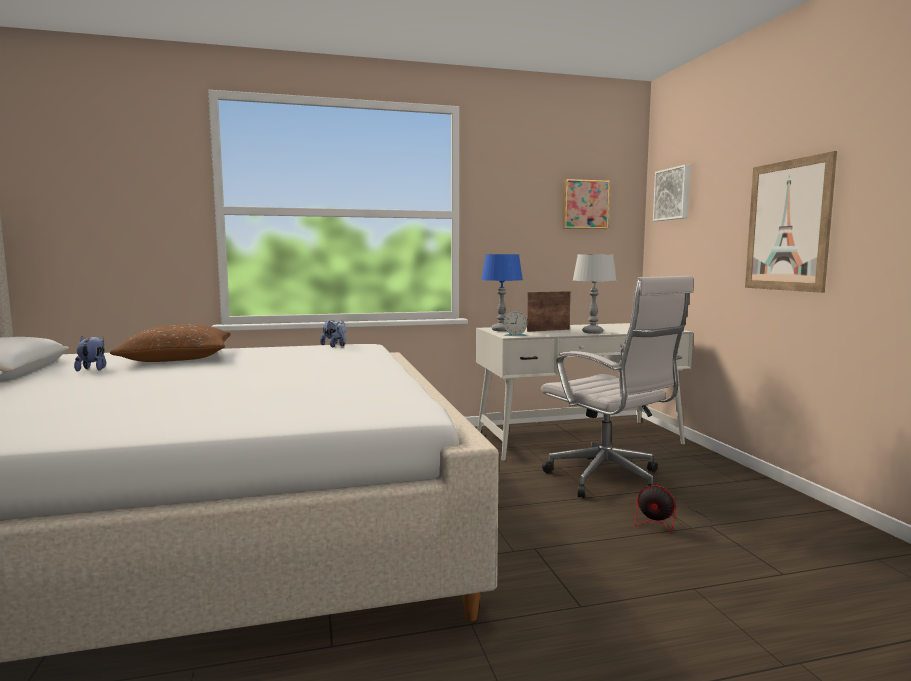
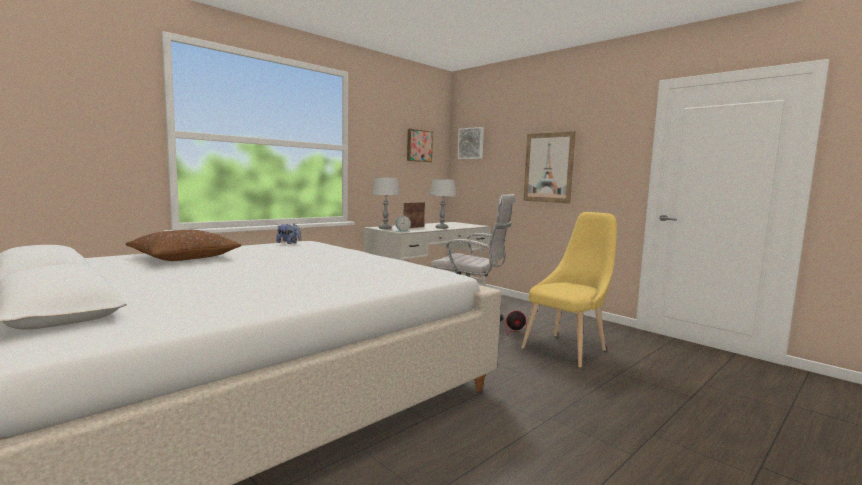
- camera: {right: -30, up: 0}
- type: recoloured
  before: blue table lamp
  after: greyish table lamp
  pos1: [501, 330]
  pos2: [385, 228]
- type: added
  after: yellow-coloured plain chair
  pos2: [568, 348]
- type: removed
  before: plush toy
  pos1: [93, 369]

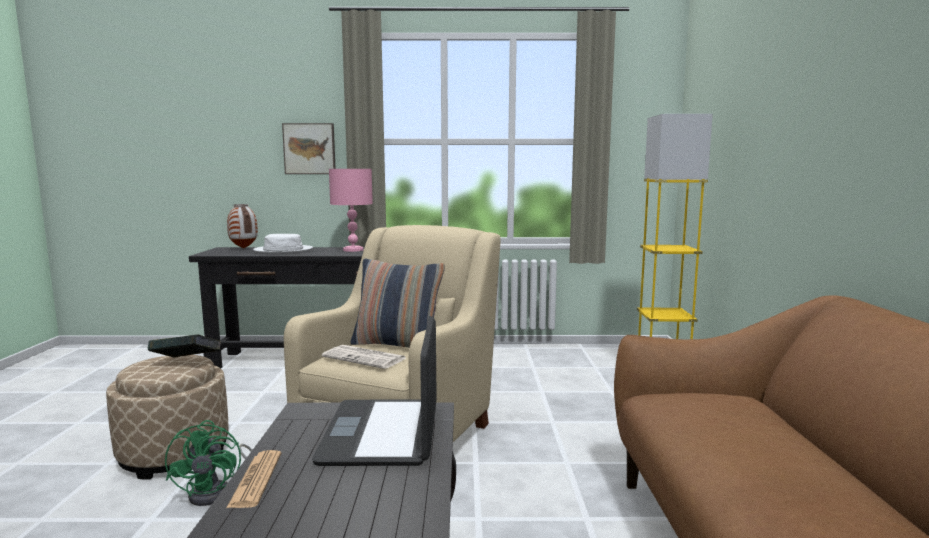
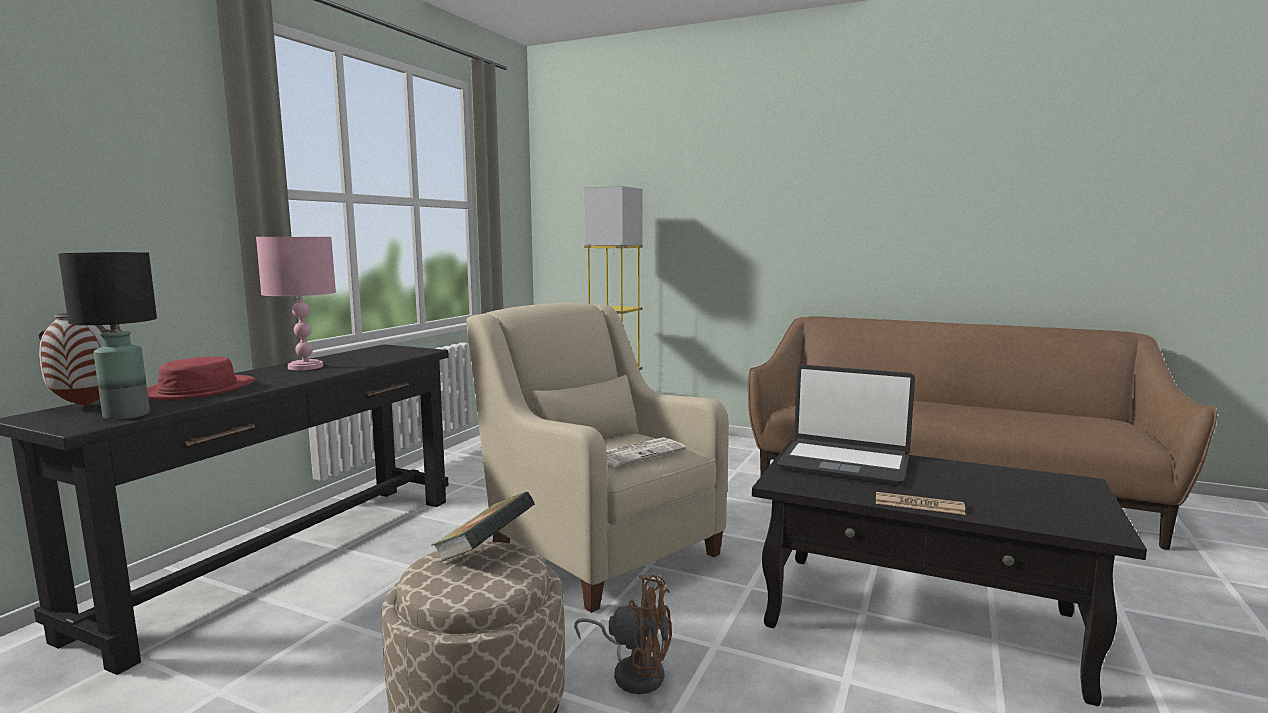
- camera: {right: -65, up: 0}
- type: added
  after: black table lamp
  pos2: [125, 415]
- type: recoloured
  before: white hat
  after: reddish hat
  pos1: [283, 250]
  pos2: [198, 390]
- type: recoloured
  before: green cooling fan
  after: brownish cooling fan
  pos1: [218, 491]
  pos2: [633, 671]
- type: removed
  before: wall art
  pos1: [310, 149]
- type: removed
  before: throw pillow
  pos1: [397, 345]

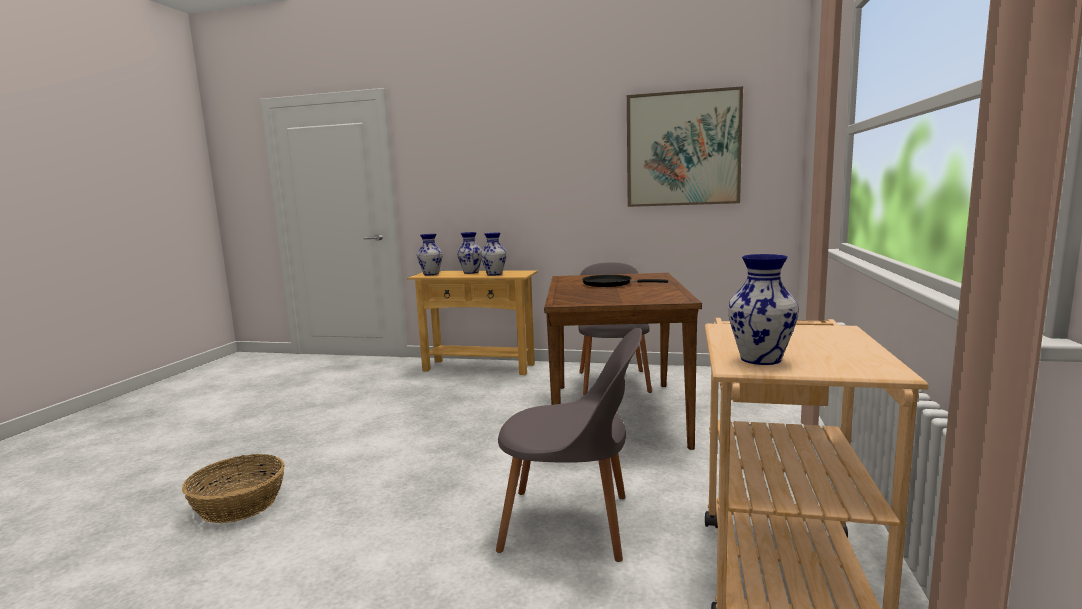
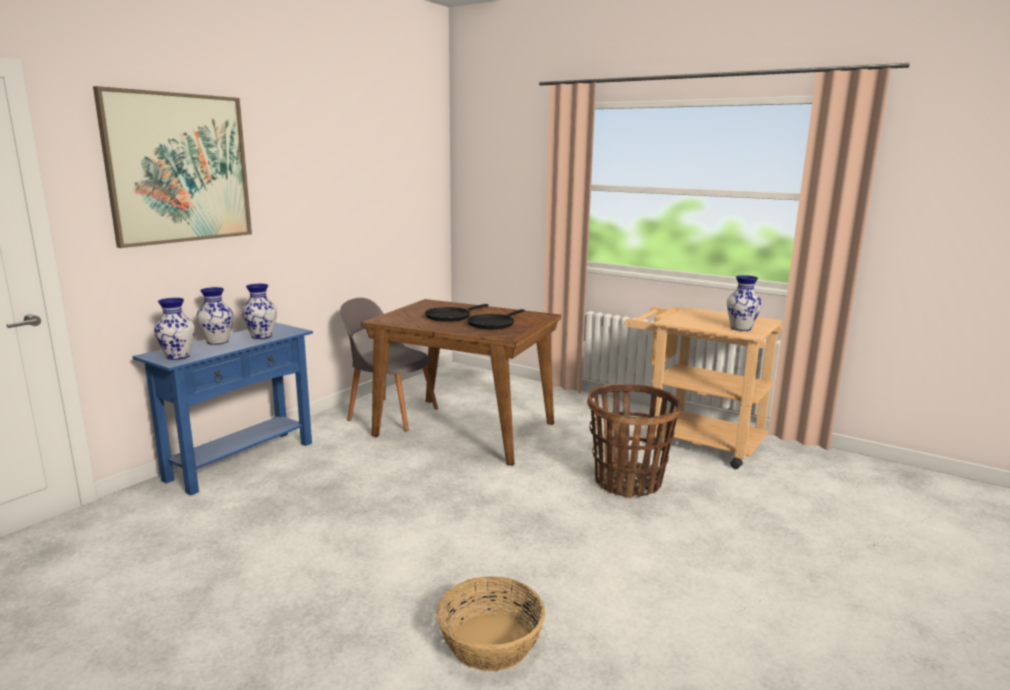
- camera: {right: -70, up: 5}
- type: moved
  before: wall art
  pos1: [683, 149]
  pos2: [179, 168]
- type: recoloured
  before: beige-coloured console table
  after: blue console table
  pos1: [479, 367]
  pos2: [241, 461]
- type: added
  after: black frying pan
  pos2: [493, 324]
- type: replaced
  before: greyish plain chair
  after: household basket
  pos1: [573, 524]
  pos2: [628, 482]

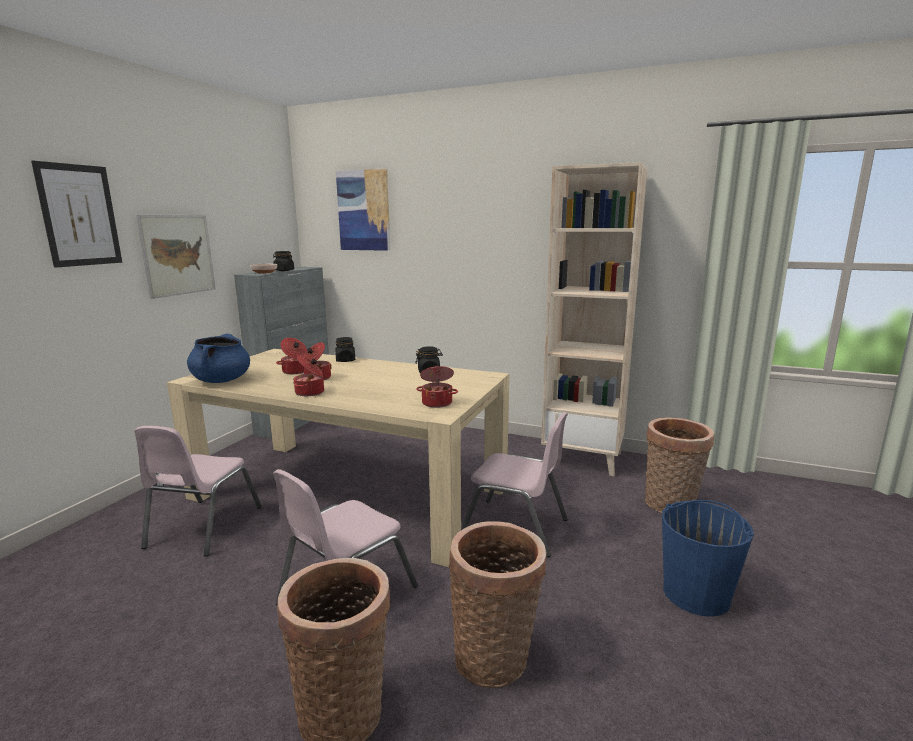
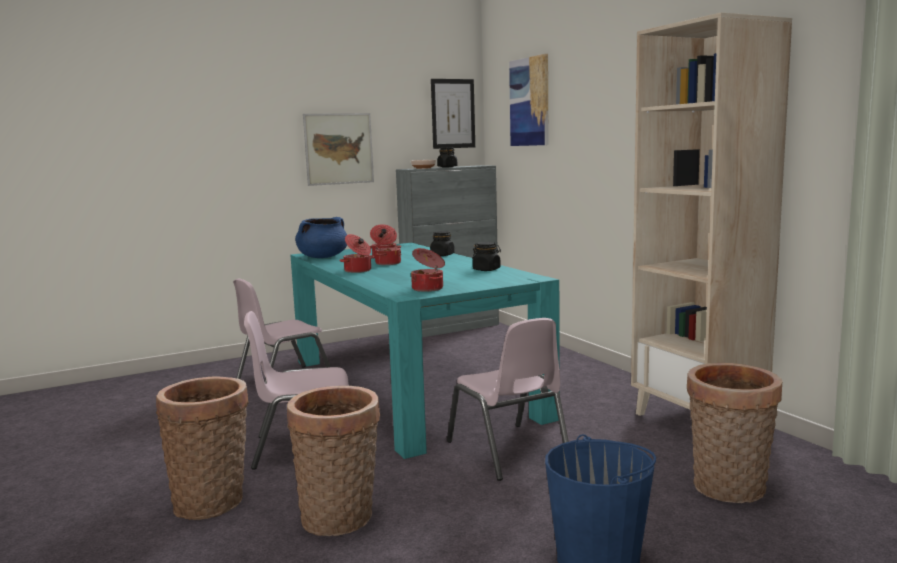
- camera: {right: 40, up: -5}
- type: recoloured
  before: beige-coloured kitchen table
  after: turquoise-coloured kitchen table
  pos1: [349, 492]
  pos2: [411, 387]
- type: moved
  before: wall art
  pos1: [79, 215]
  pos2: [453, 113]

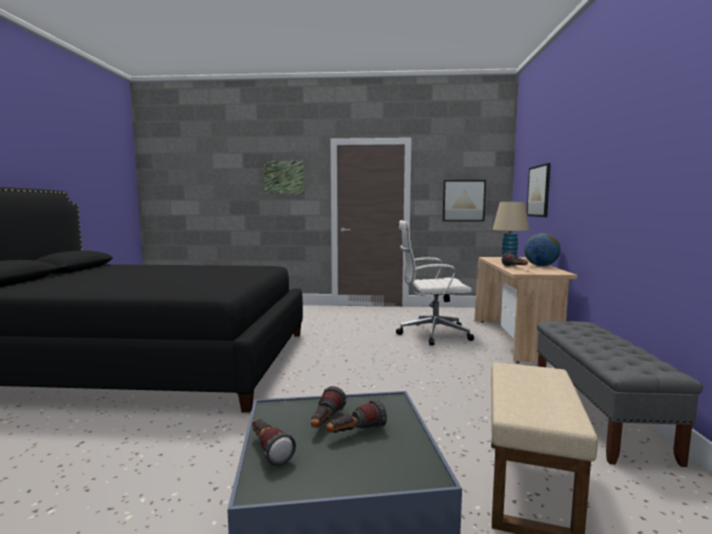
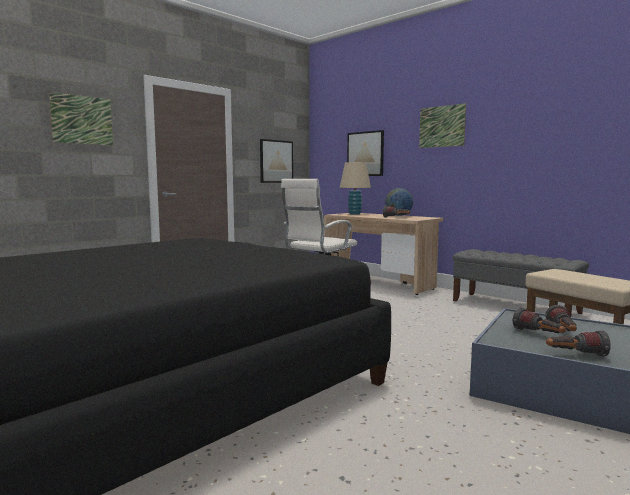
- camera: {right: -50, up: 0}
- type: added
  after: wall art
  pos2: [442, 126]

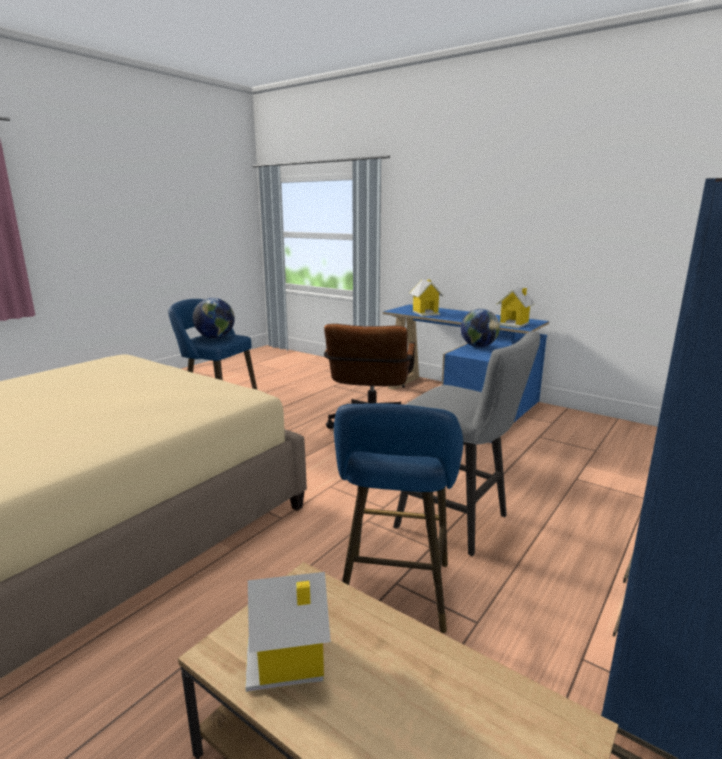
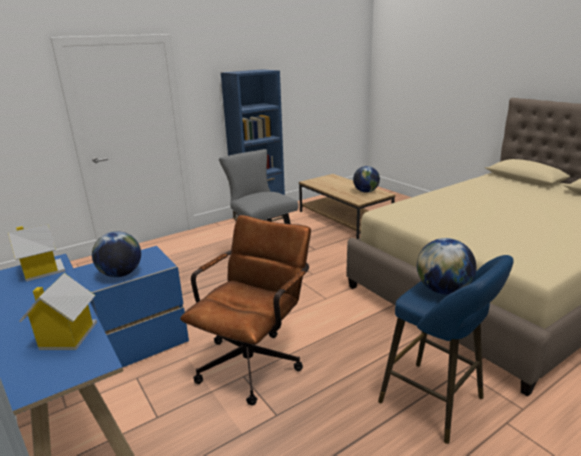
- camera: {right: -160, up: 5}
- type: replaced
  before: model house
  after: desk globe
  pos1: [289, 660]
  pos2: [365, 191]
- type: removed
  before: blue sitting stool
  pos1: [394, 595]

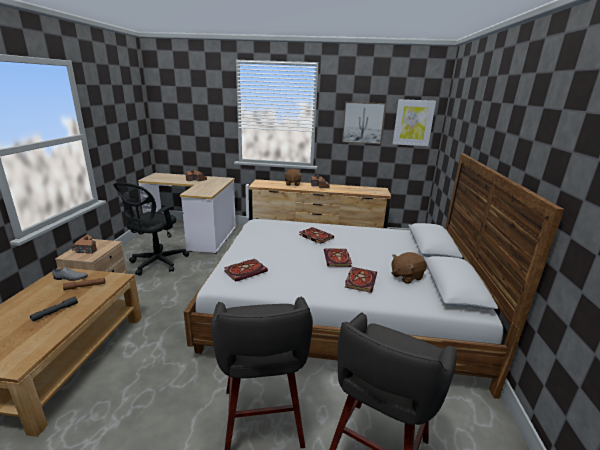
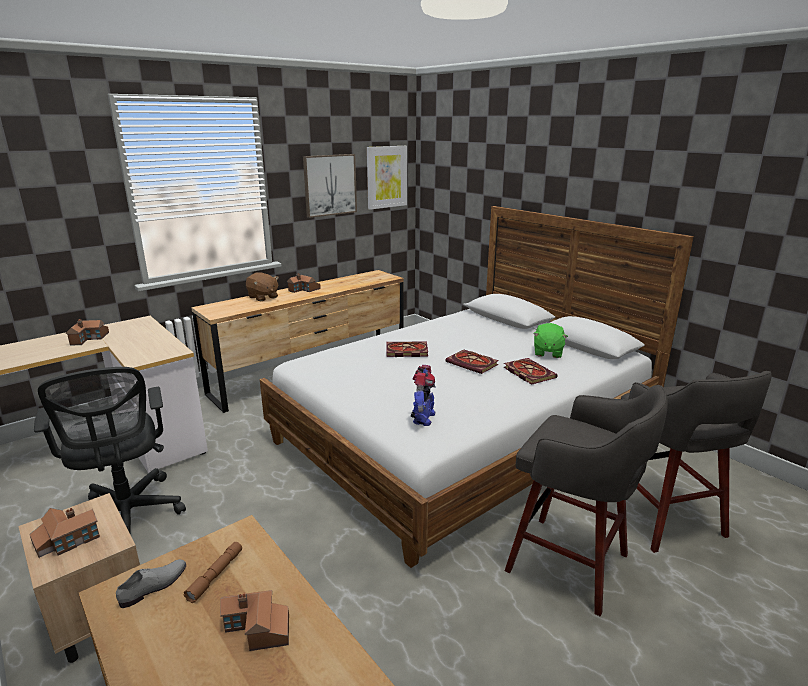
- camera: {right: -45, up: 0}
- type: replaced
  before: greyish flashlight
  after: model house
  pos1: [55, 312]
  pos2: [257, 629]
- type: replaced
  before: bound book
  after: robot figure
  pos1: [246, 271]
  pos2: [423, 418]
- type: recoloured
  before: brownish plush toy
  after: green plush toy
  pos1: [406, 276]
  pos2: [547, 352]

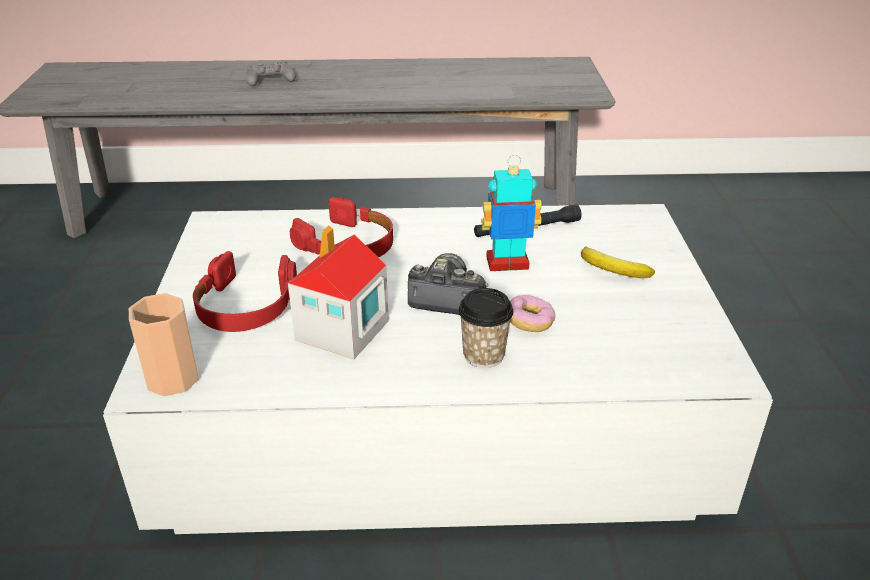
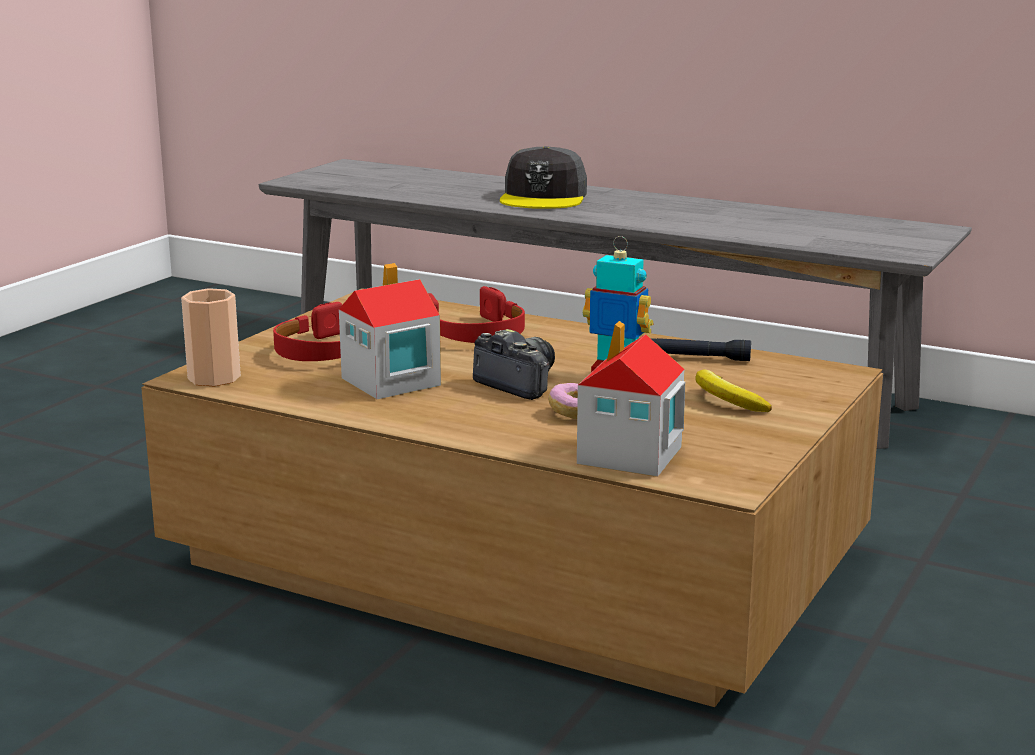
- camera: {right: 30, up: -15}
- type: recoloured
  before: white coffee table
  after: brownish coffee table
  pos1: [432, 419]
  pos2: [514, 557]
- type: replaced
  before: greyish game controller
  after: greyish cap
  pos1: [270, 80]
  pos2: [544, 197]
- type: added
  after: model house
  pos2: [629, 455]
- type: removed
  before: cup
  pos1: [483, 355]

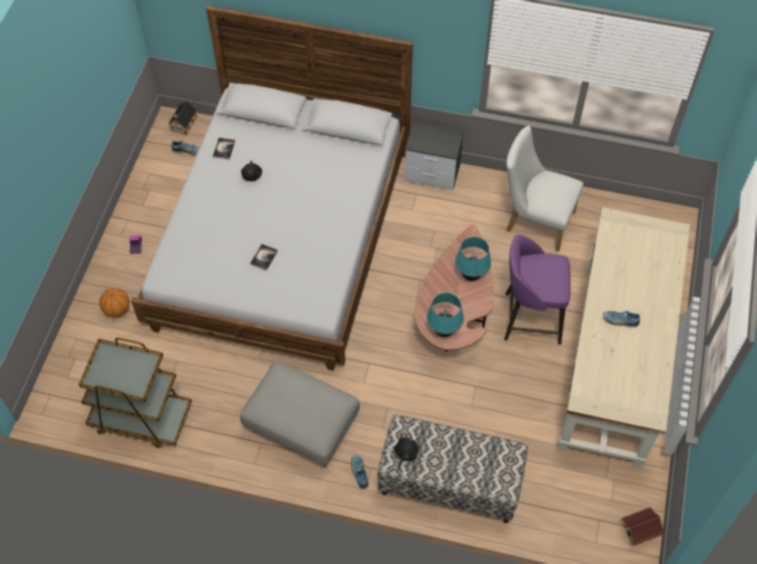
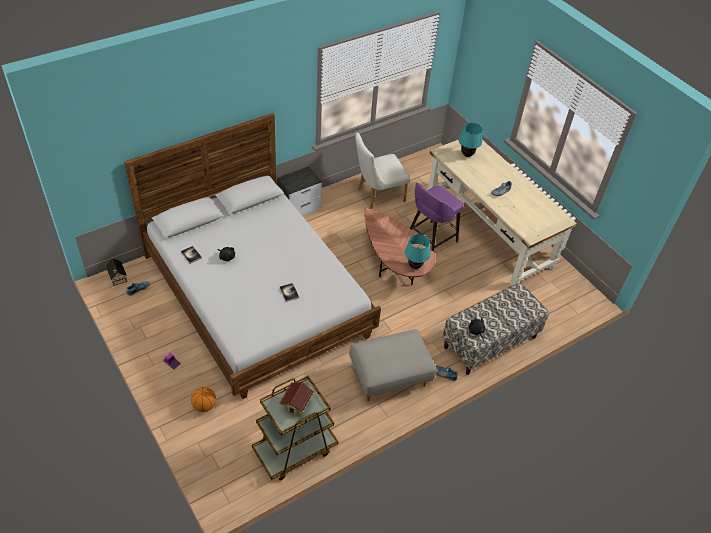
- camera: {right: -50, up: -10}
- type: moved
  before: model house
  pos1: [639, 532]
  pos2: [296, 405]
- type: moved
  before: turquoise-coloured table lamp
  pos1: [471, 276]
  pos2: [467, 155]

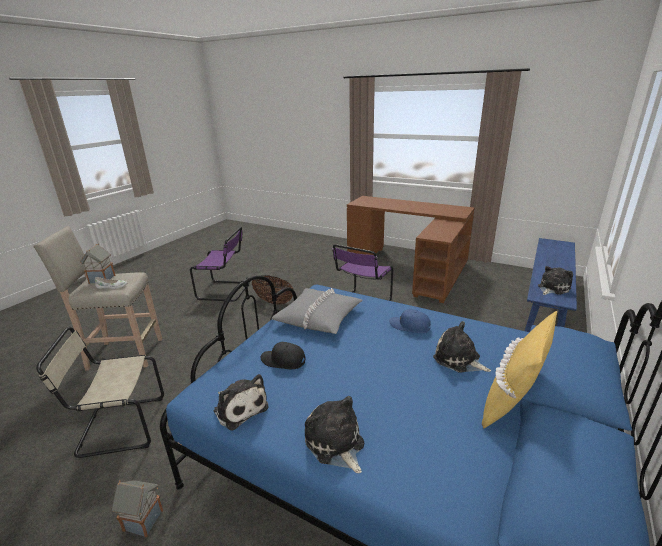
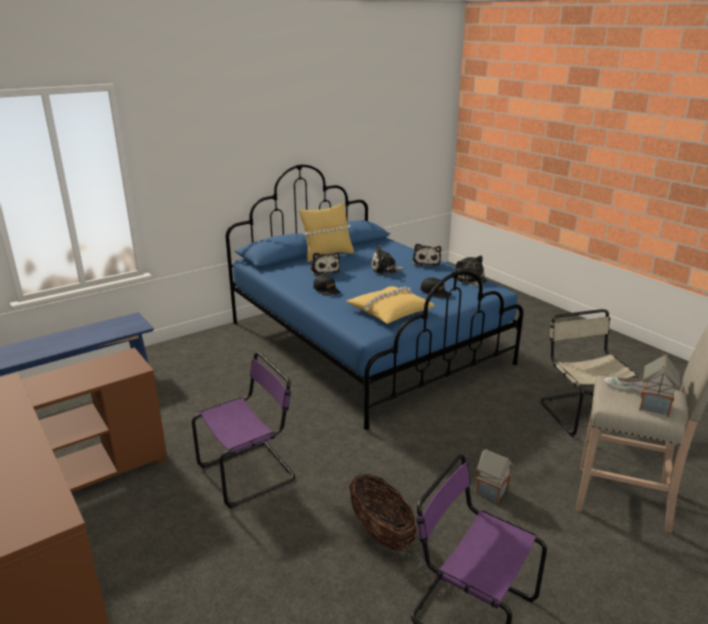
- camera: {right: -155, up: 0}
- type: recoloured
  before: blue cap
  after: black cap
  pos1: [409, 326]
  pos2: [326, 290]
- type: recoloured
  before: greyish throw pillow
  after: yellow-coloured throw pillow
  pos1: [319, 317]
  pos2: [389, 311]
- type: moved
  before: plush toy
  pos1: [552, 288]
  pos2: [385, 269]
- type: moved
  before: model house
  pos1: [144, 520]
  pos2: [491, 491]
- type: turned
  before: beige-coloured plain chair
  pos1: [119, 426]
  pos2: [580, 412]
  turn: -120

